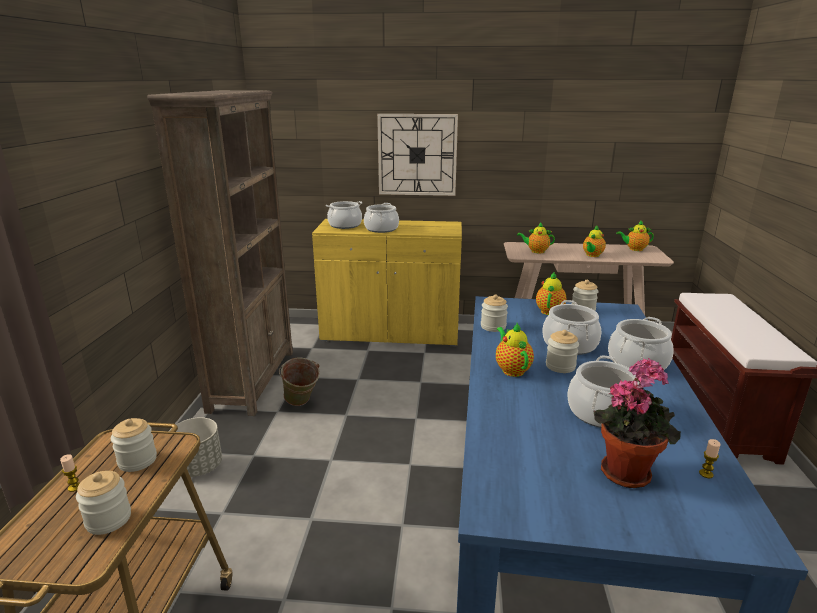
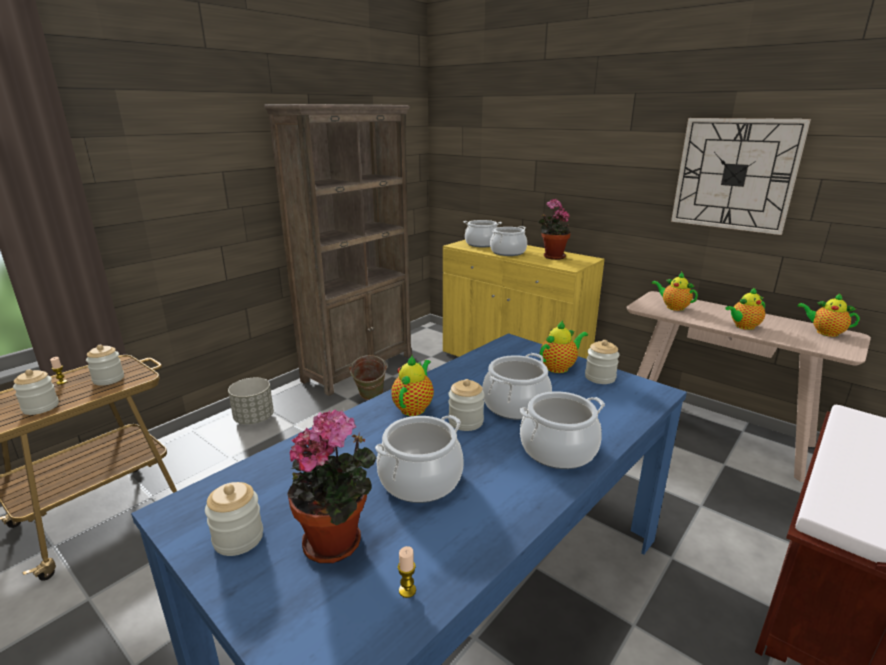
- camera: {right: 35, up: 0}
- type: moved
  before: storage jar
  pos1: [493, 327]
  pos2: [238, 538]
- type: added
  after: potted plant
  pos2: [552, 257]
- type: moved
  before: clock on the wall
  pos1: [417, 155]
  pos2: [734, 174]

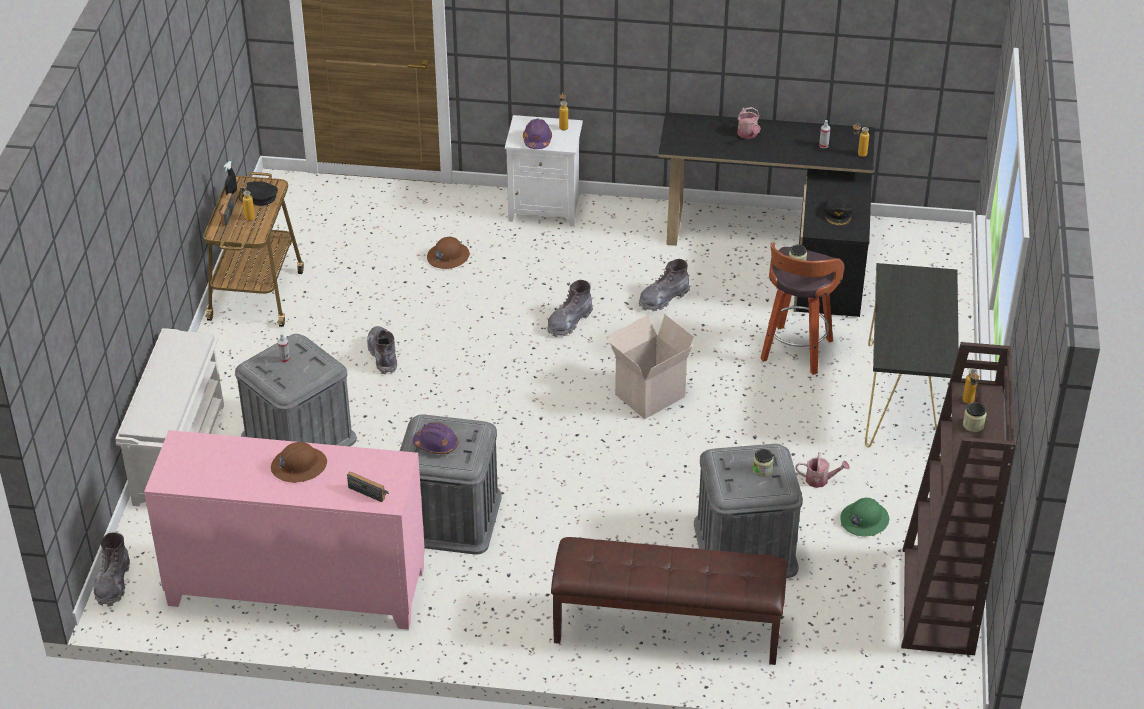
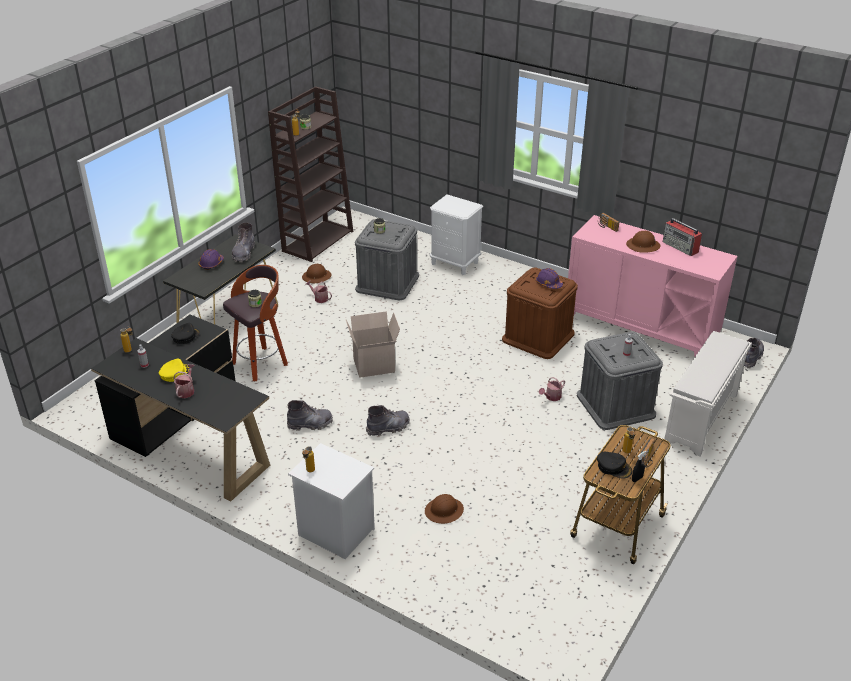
- camera: {right: -155, up: -5}
- type: added
  after: yellow-coloured cap
  pos2: [174, 373]
- type: moved
  before: purplish safety helmet
  pos1: [537, 140]
  pos2: [211, 264]
- type: moved
  before: greyish high-top boot
  pos1: [383, 355]
  pos2: [244, 253]
- type: recoloured
  before: green safety helmet
  after: brownish safety helmet
  pos1: [864, 520]
  pos2: [316, 277]
- type: replaced
  before: brownish indoor bench
  after: white bedside table
  pos1: [666, 630]
  pos2: [455, 263]
- type: recoloured
  before: greyish storage box
  after: brownish storage box
  pos1: [449, 517]
  pos2: [538, 336]
- type: added
  after: watering can
  pos2: [551, 397]
- type: added
  after: radio set
  pos2: [680, 247]

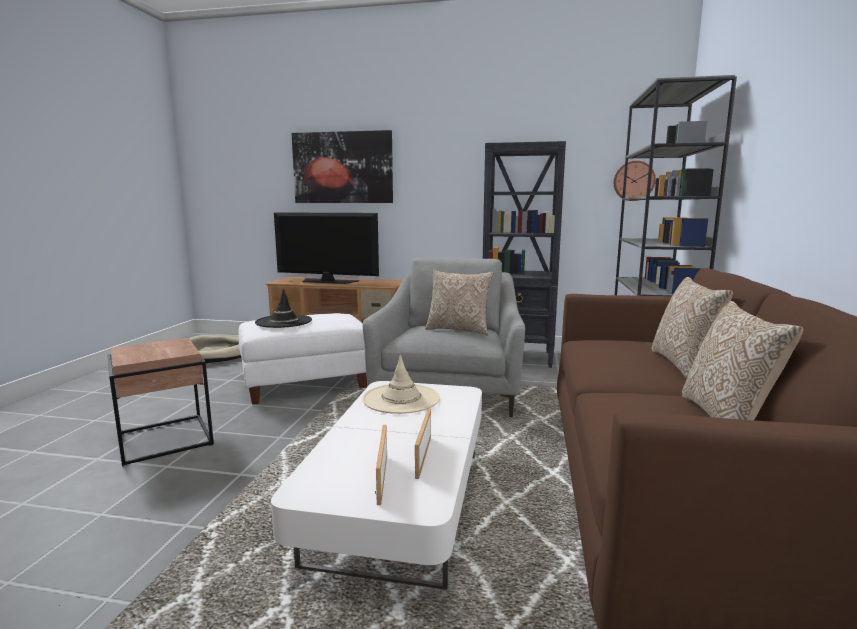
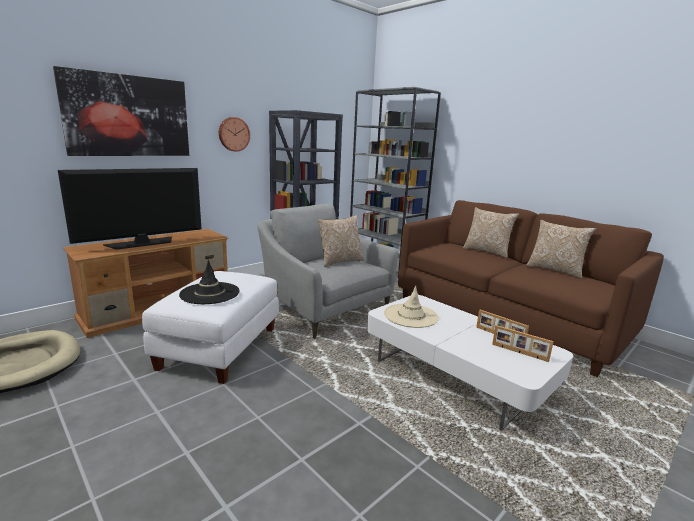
- camera: {right: -55, up: 5}
- type: moved
  before: clock on the wall
  pos1: [633, 181]
  pos2: [233, 134]
- type: removed
  before: brownish accent table
  pos1: [164, 439]

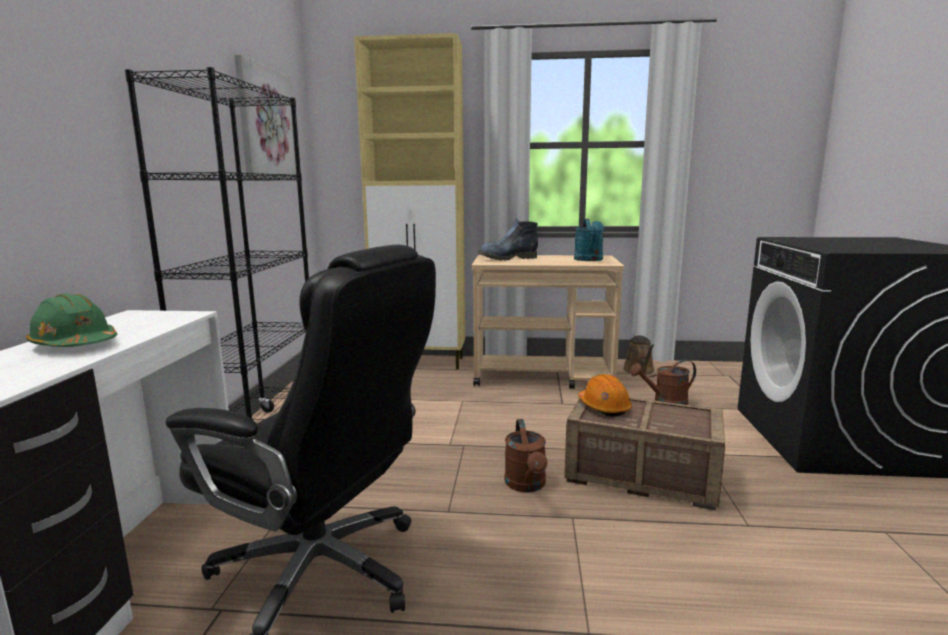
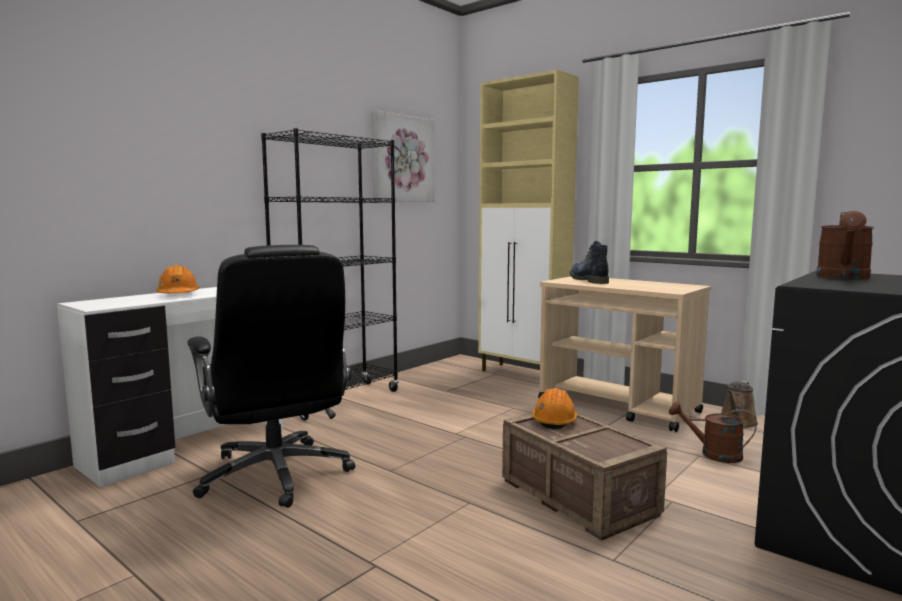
- camera: {right: 35, up: -5}
- type: recoloured
  before: green safety helmet
  after: orangey safety helmet
  pos1: [75, 345]
  pos2: [178, 295]
- type: turned
  before: high-top boot
  pos1: [506, 258]
  pos2: [588, 280]
  turn: 60
- type: moved
  before: brownish watering can
  pos1: [527, 485]
  pos2: [843, 277]
- type: removed
  before: turquoise-coloured watering can
  pos1: [589, 260]

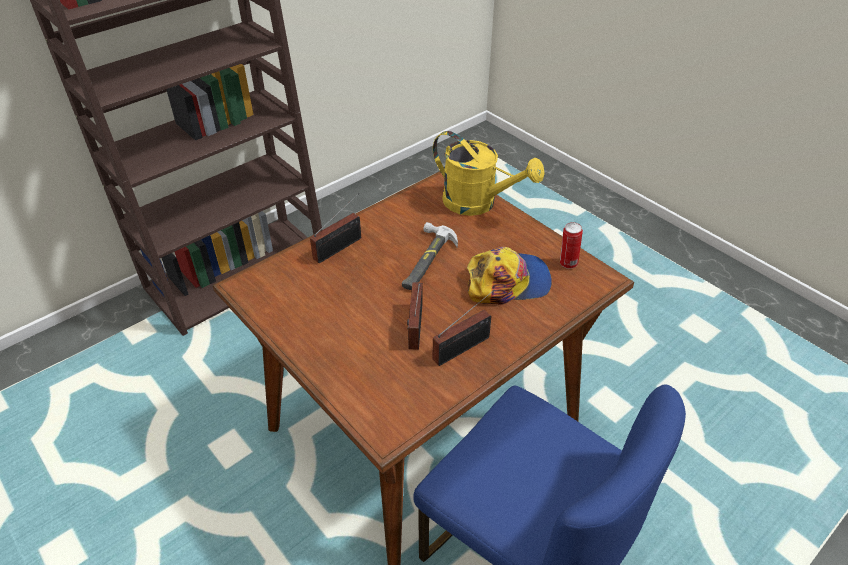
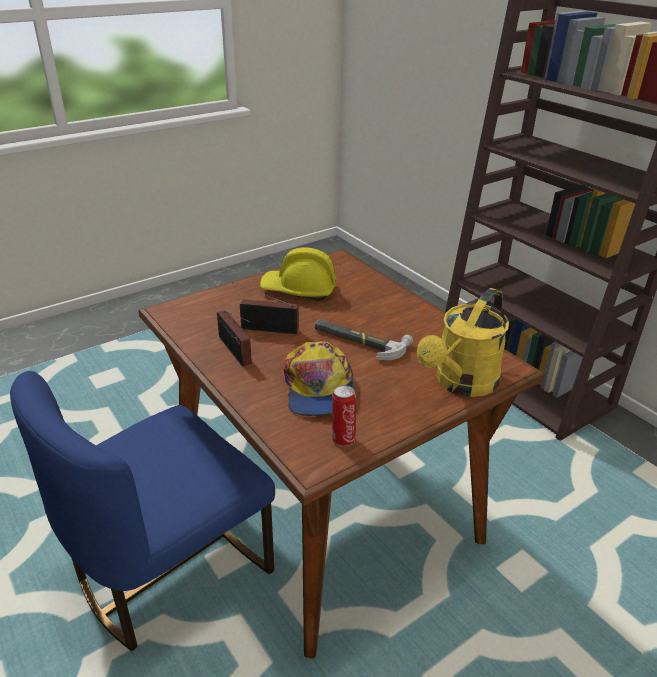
- camera: {right: 95, up: -10}
- type: added
  after: yellow-coloured safety helmet
  pos2: [299, 290]
- type: removed
  before: radio set
  pos1: [340, 247]

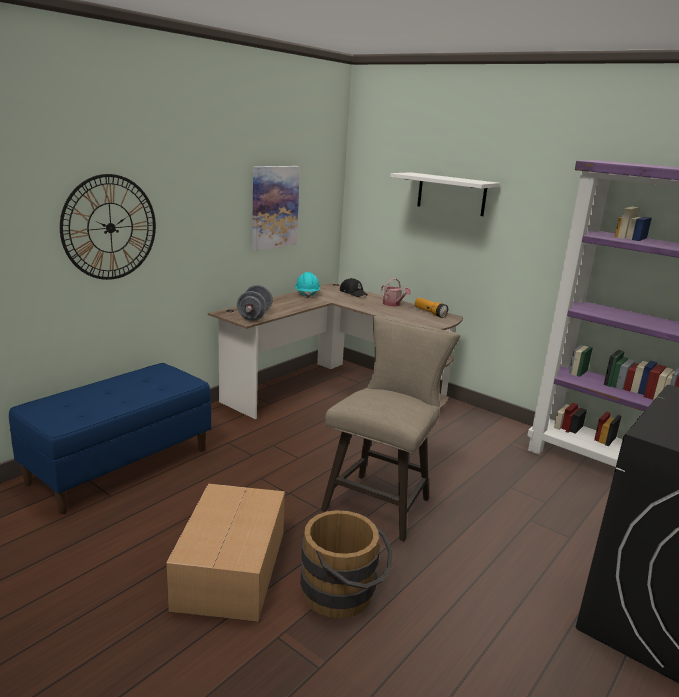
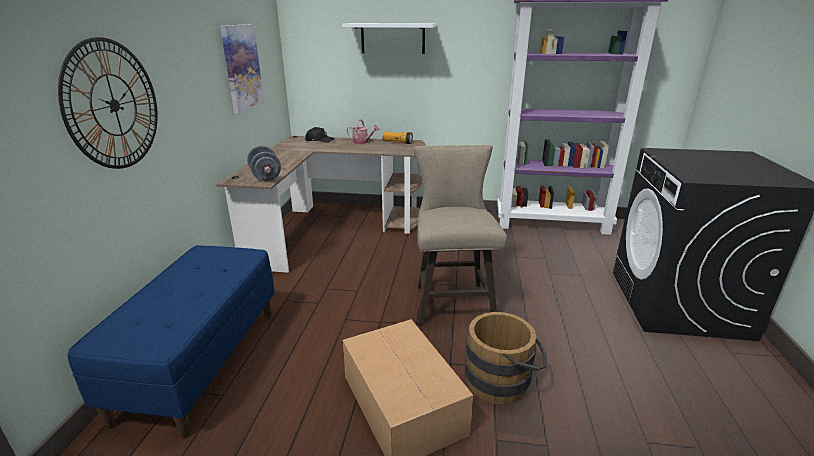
- camera: {right: -30, up: 5}
- type: removed
  before: turquoise-coloured safety helmet
  pos1: [307, 294]

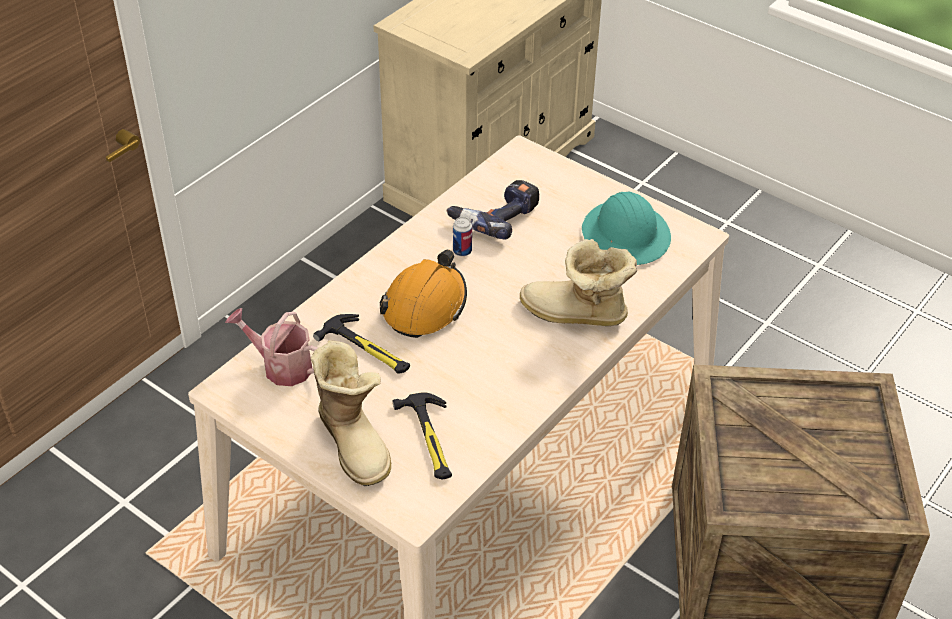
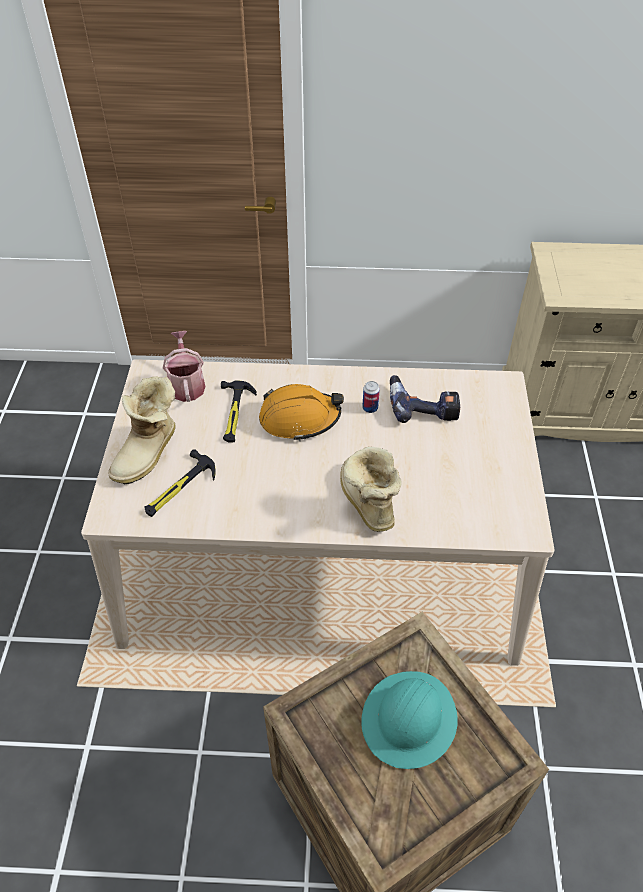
- camera: {right: 55, up: 5}
- type: moved
  before: turquoise-coloured safety helmet
  pos1: [626, 235]
  pos2: [409, 720]

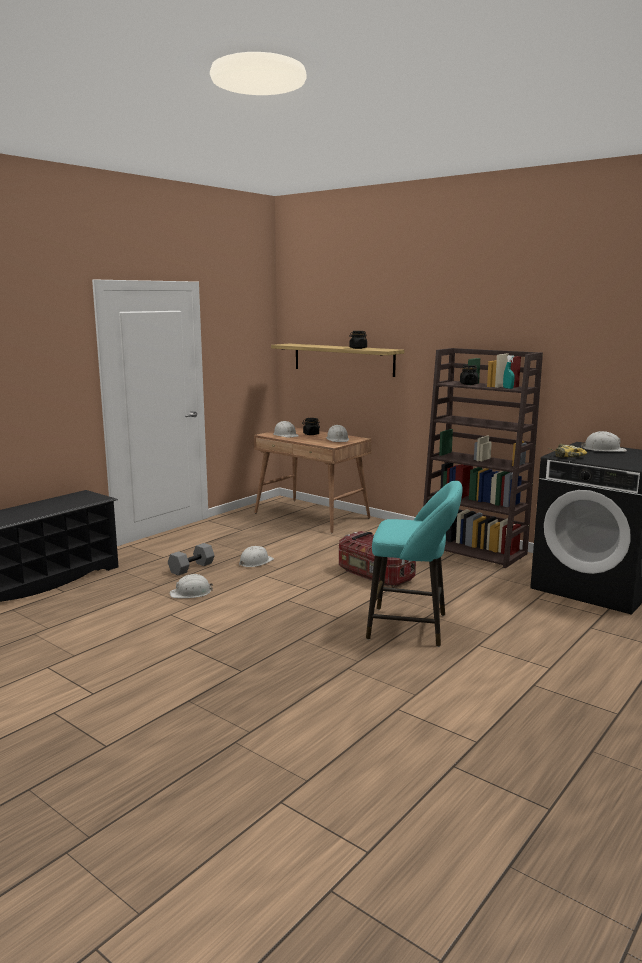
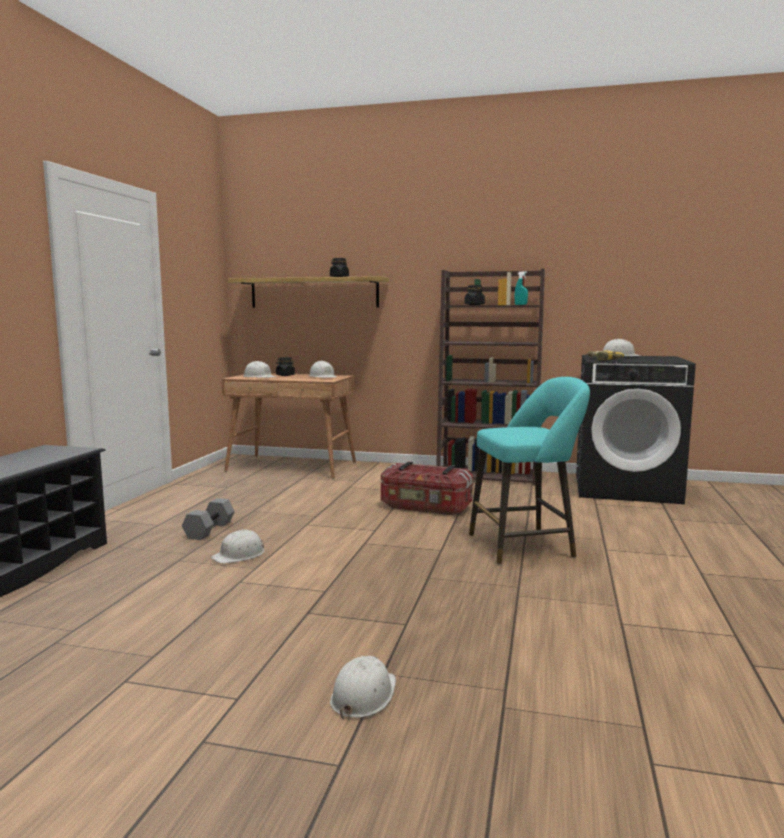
- camera: {right: -25, up: -5}
- type: moved
  before: white safety helmet
  pos1: [255, 562]
  pos2: [363, 695]

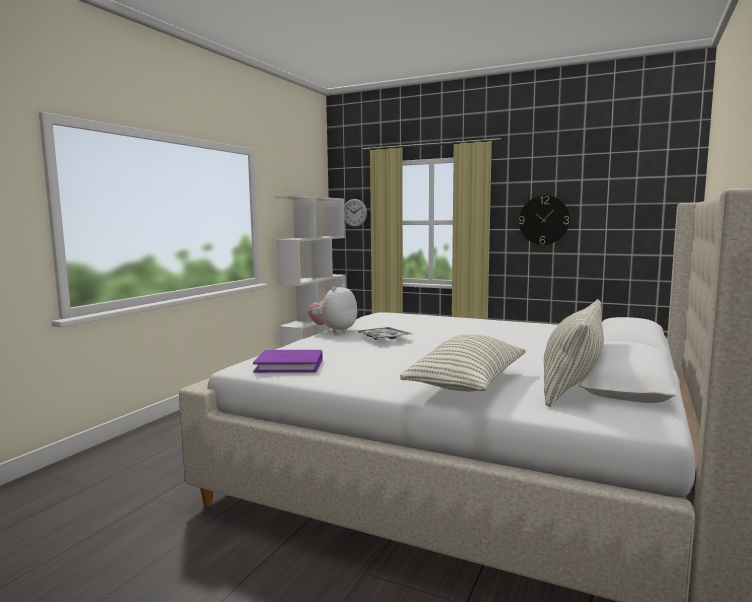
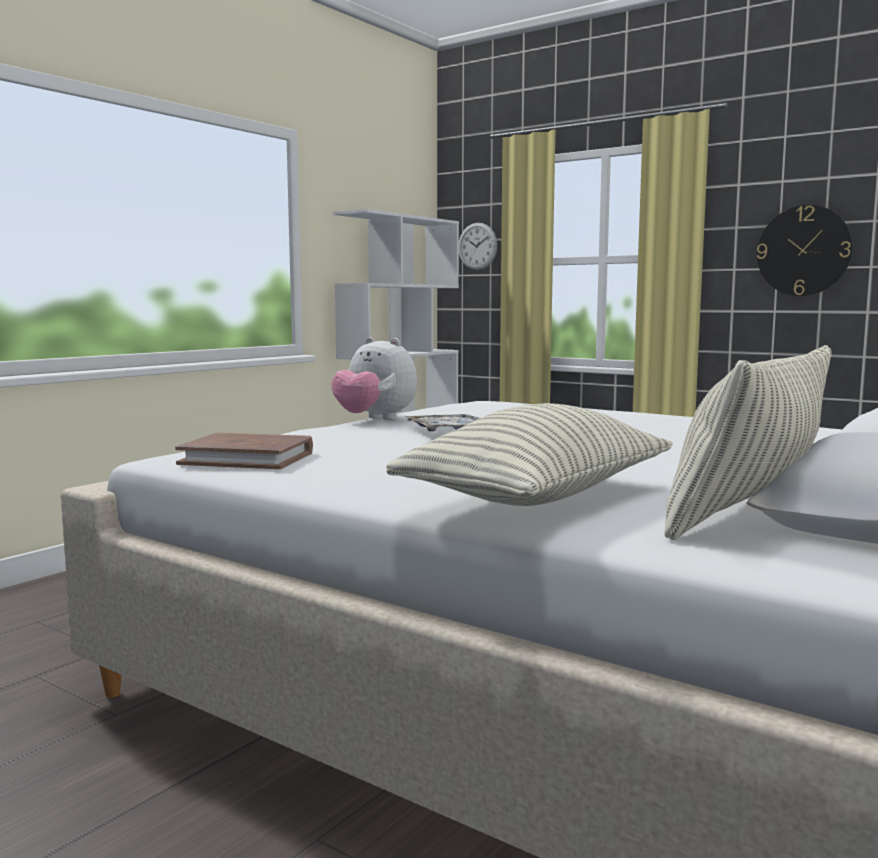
- camera: {right: 10, up: 0}
- type: recoloured
  before: purplish bound book
  after: brownish bound book
  pos1: [289, 365]
  pos2: [247, 458]
- type: turned
  before: plush toy
  pos1: [334, 331]
  pos2: [375, 419]
  turn: -90

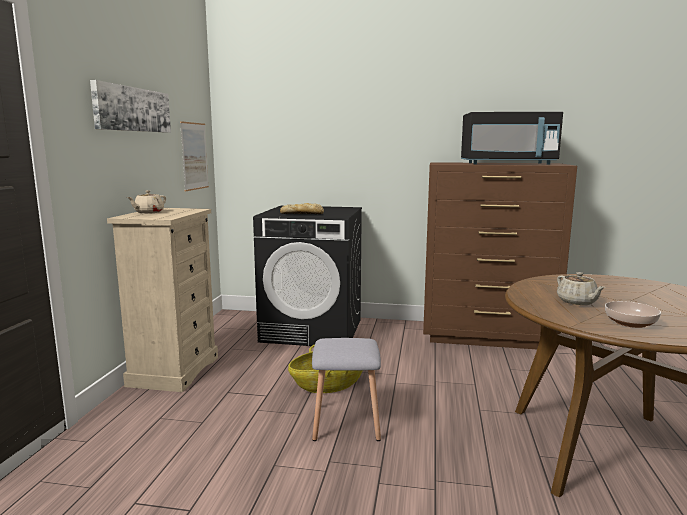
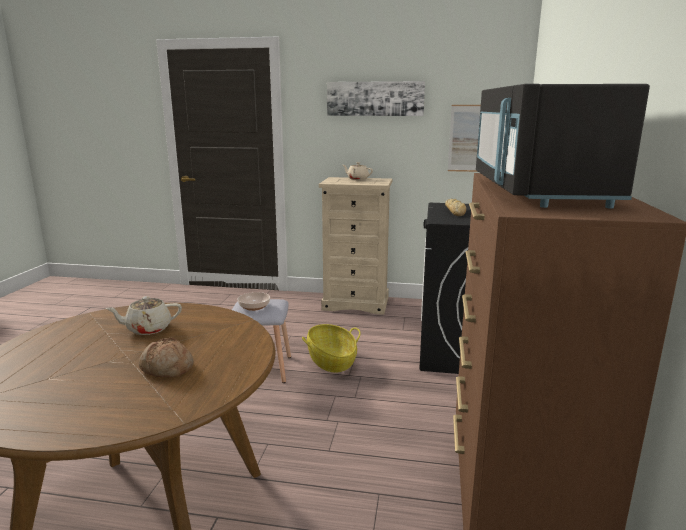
- camera: {right: 90, up: 5}
- type: added
  after: bread
  pos2: [166, 368]
- type: moved
  before: deep dish
  pos1: [629, 323]
  pos2: [254, 307]

